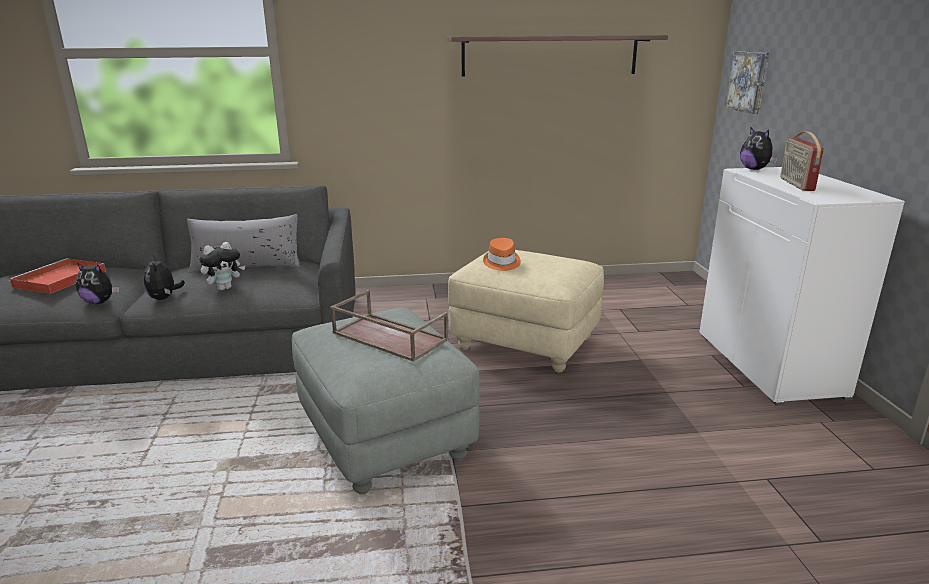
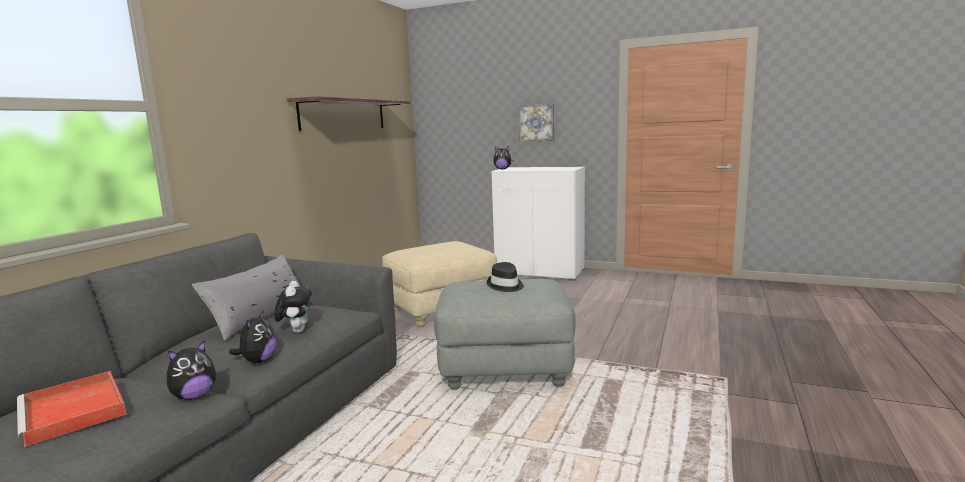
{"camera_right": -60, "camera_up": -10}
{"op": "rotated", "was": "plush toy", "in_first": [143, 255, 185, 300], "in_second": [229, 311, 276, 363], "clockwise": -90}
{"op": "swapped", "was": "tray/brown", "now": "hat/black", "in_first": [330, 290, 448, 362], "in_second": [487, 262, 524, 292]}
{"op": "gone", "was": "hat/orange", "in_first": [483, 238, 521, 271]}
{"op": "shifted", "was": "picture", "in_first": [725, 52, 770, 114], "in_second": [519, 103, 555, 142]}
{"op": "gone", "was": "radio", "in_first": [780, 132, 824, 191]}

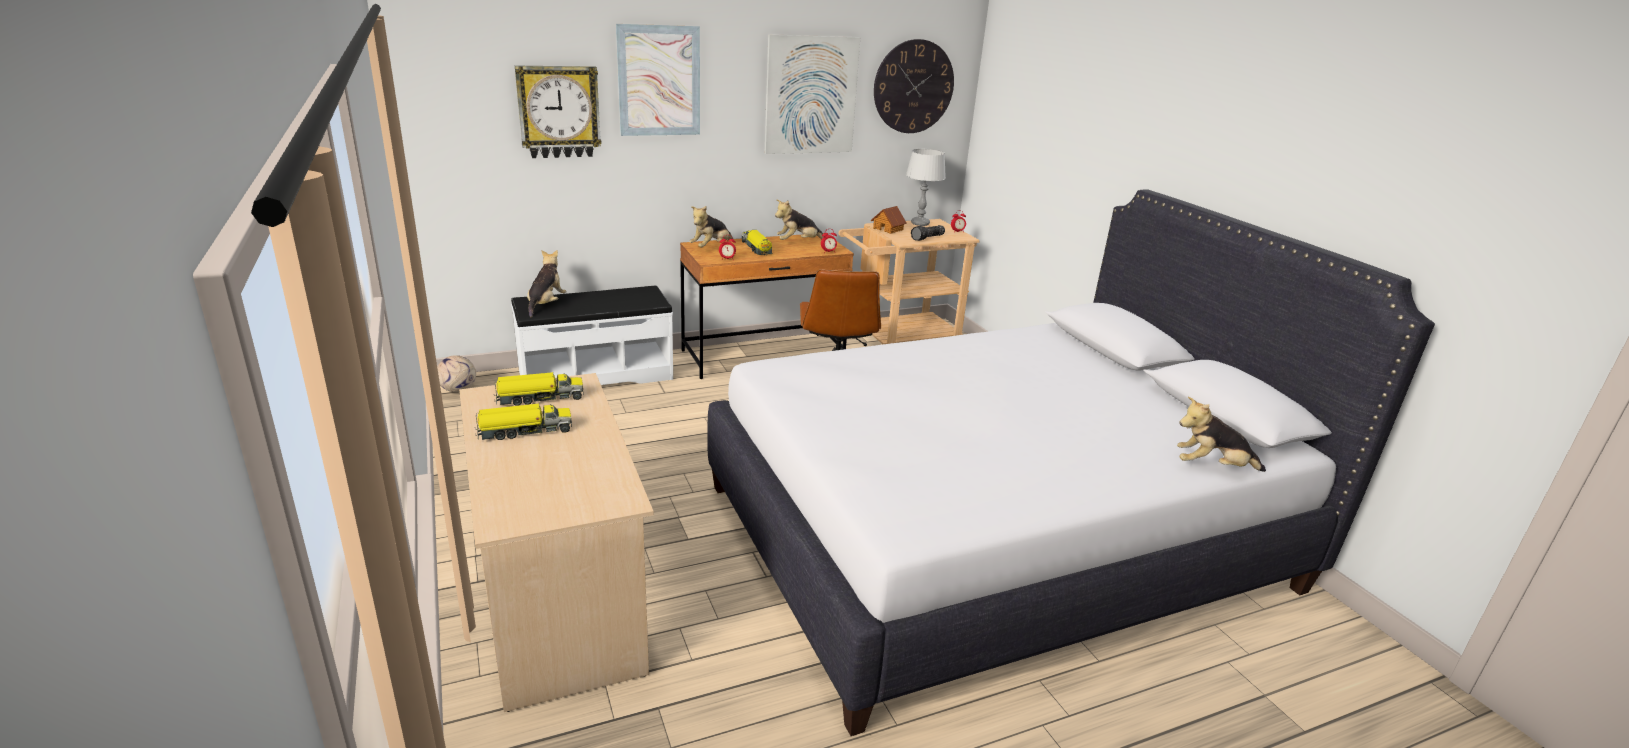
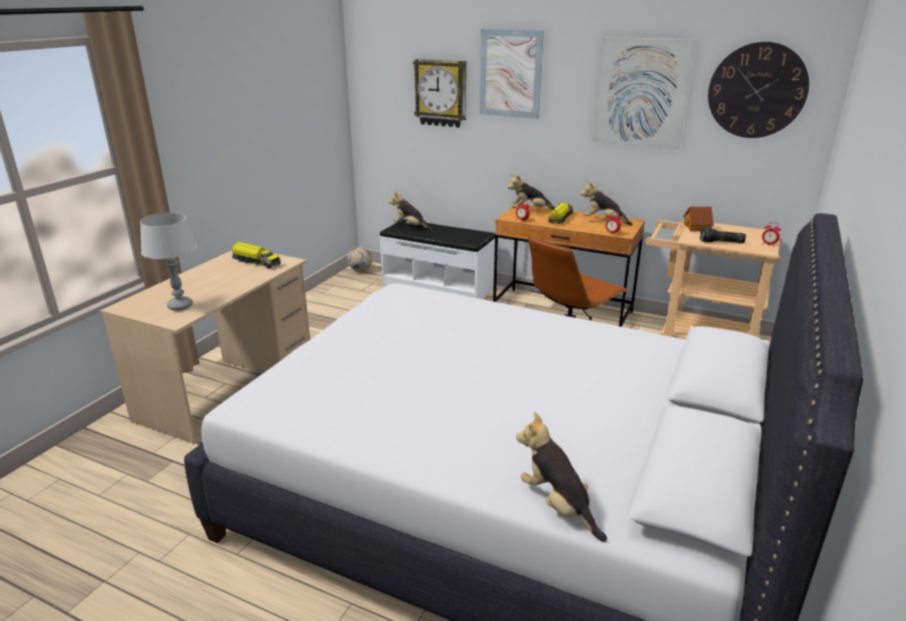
{"camera_right": 50, "camera_up": 0}
{"op": "gone", "was": "toy truck", "in_first": [475, 404, 572, 440]}
{"op": "rotated", "was": "plush toy", "in_first": [527, 250, 566, 317], "in_second": [389, 191, 433, 231], "clockwise": -120}
{"op": "shifted", "was": "table lamp/grey", "in_first": [906, 149, 946, 226], "in_second": [140, 213, 197, 311]}

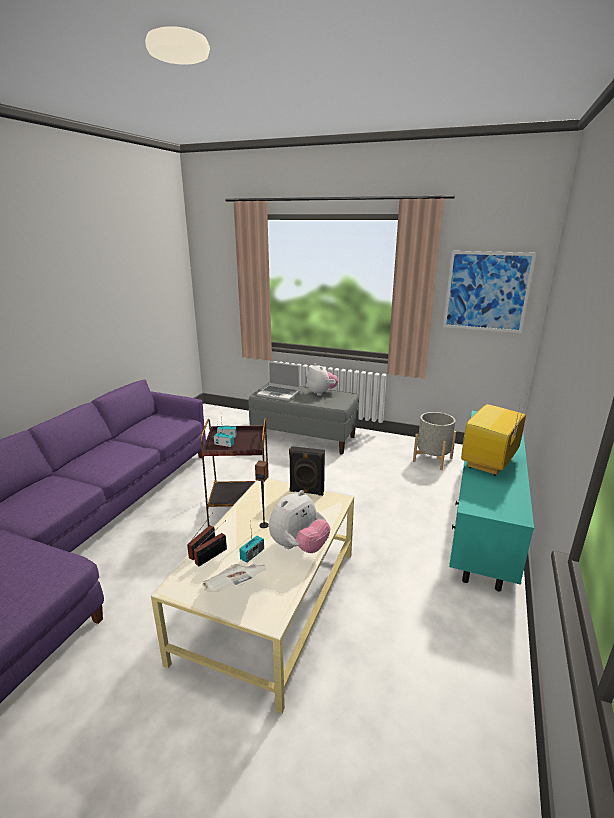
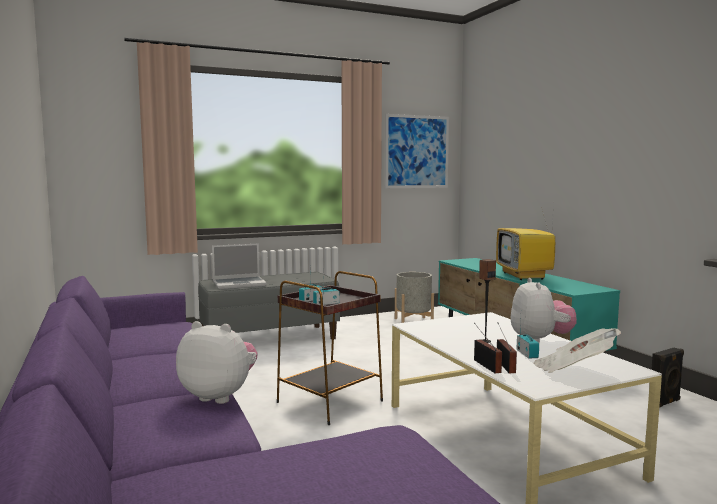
{"camera_right": -45, "camera_up": -15}
{"op": "shifted", "was": "speaker/black", "in_first": [289, 446, 325, 496], "in_second": [651, 348, 684, 408]}
{"op": "shifted", "was": "plush toy", "in_first": [307, 363, 338, 396], "in_second": [176, 321, 258, 404]}

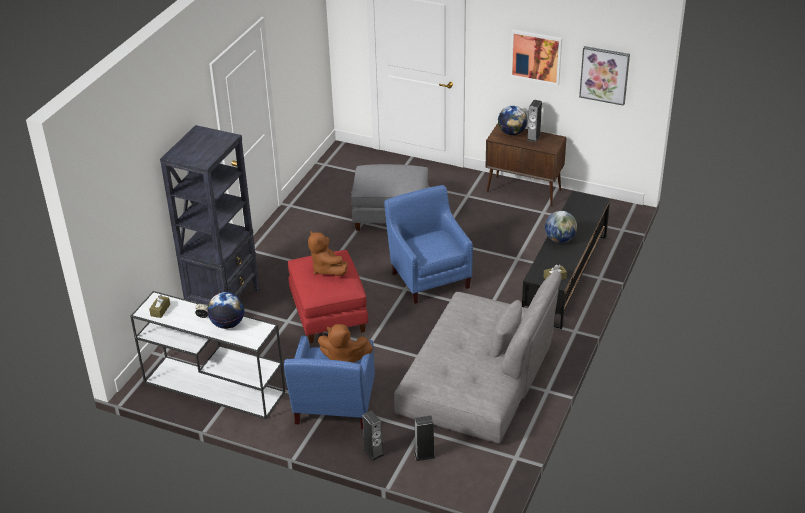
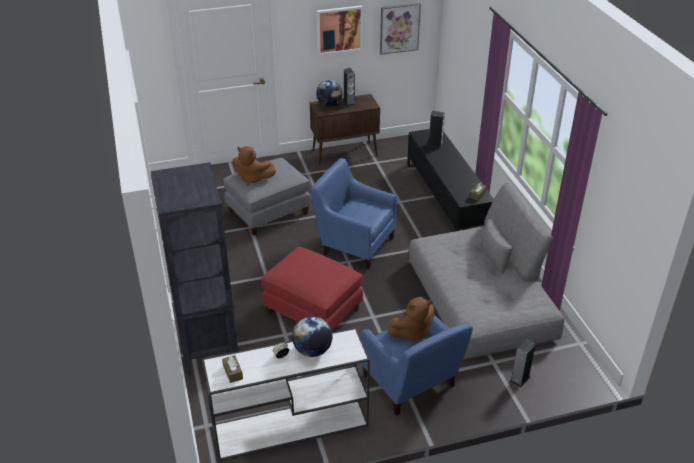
{"camera_right": -40, "camera_up": 0}
{"op": "shifted", "was": "plush toy/brown", "in_first": [308, 231, 348, 276], "in_second": [233, 146, 276, 186]}
{"op": "shifted", "was": "speaker", "in_first": [363, 411, 384, 461], "in_second": [428, 111, 445, 148]}
{"op": "gone", "was": "globe", "in_first": [545, 211, 577, 243]}

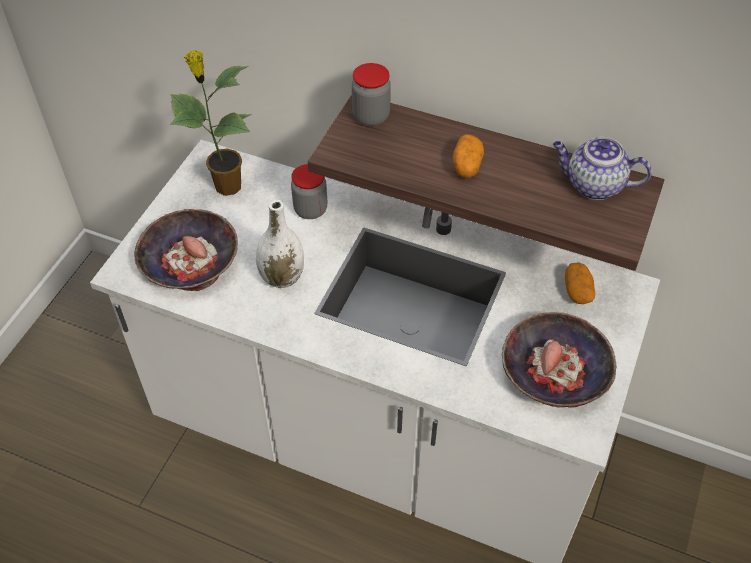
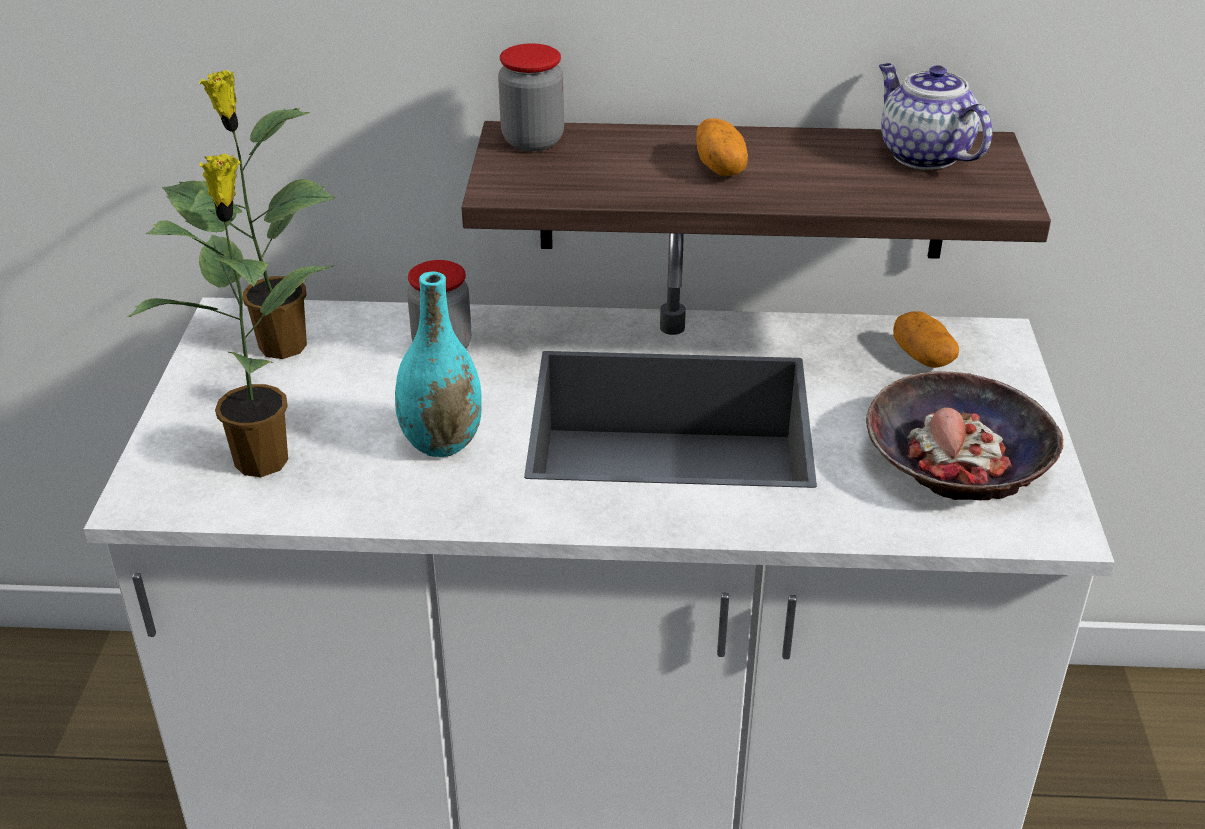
{"camera_right": -20, "camera_up": -15}
{"op": "swapped", "was": "bowl", "now": "potted plant", "in_first": [134, 209, 238, 291], "in_second": [127, 153, 335, 477]}
{"op": "repainted", "was": "vase/white", "now": "vase/turquoise", "in_first": [256, 200, 304, 288], "in_second": [395, 272, 482, 457]}
{"op": "rotated", "was": "teapot", "in_first": [553, 137, 652, 200], "in_second": [879, 63, 993, 170], "clockwise": 60}

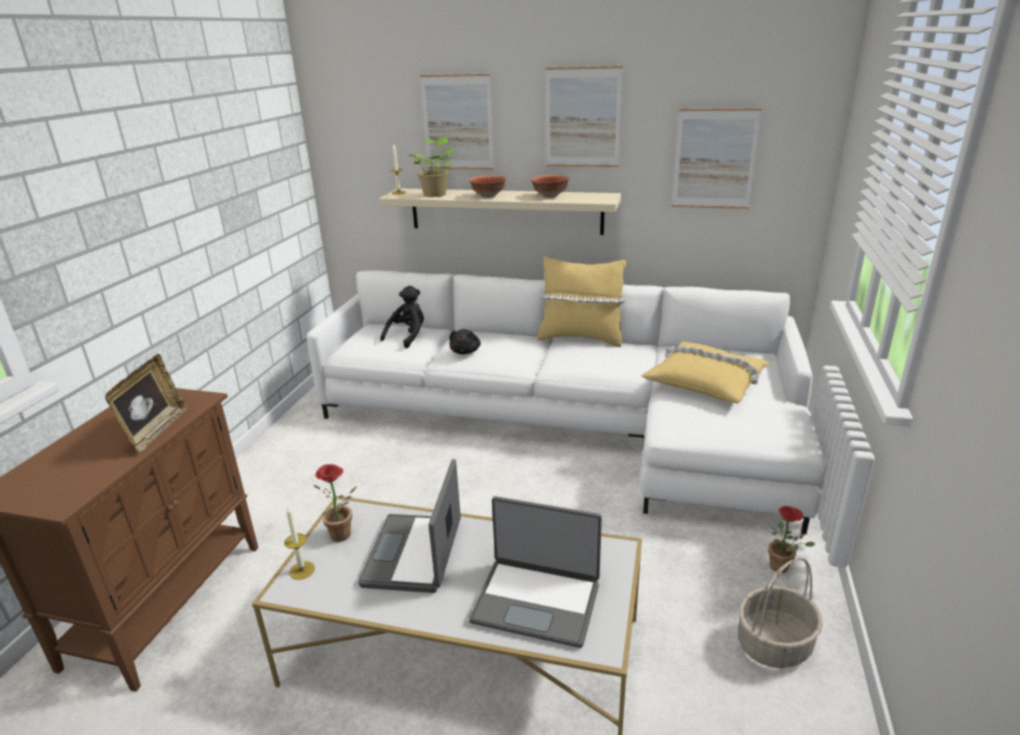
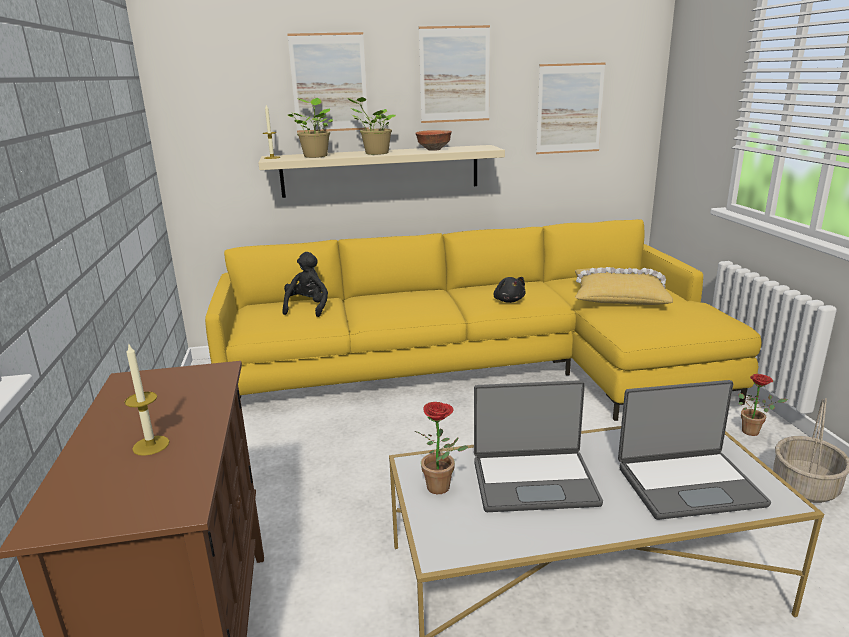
{"camera_right": -25, "camera_up": -5}
{"op": "gone", "was": "picture frame", "in_first": [105, 354, 189, 453]}
{"op": "shifted", "was": "candle", "in_first": [284, 505, 315, 580], "in_second": [124, 345, 170, 456]}
{"op": "repainted", "was": "sofa/white", "now": "sofa/yellow", "in_first": [307, 270, 826, 535], "in_second": [205, 219, 762, 421]}
{"op": "rotated", "was": "laptop", "in_first": [358, 459, 461, 593], "in_second": [474, 380, 603, 512], "clockwise": -75}
{"op": "shifted", "was": "plush toy/black", "in_first": [449, 329, 481, 354], "in_second": [494, 277, 526, 303]}
{"op": "swapped", "was": "bowl", "now": "potted plant", "in_first": [469, 175, 506, 198], "in_second": [347, 97, 396, 155]}
{"op": "gone", "was": "pillow/yellow", "in_first": [537, 256, 626, 347]}

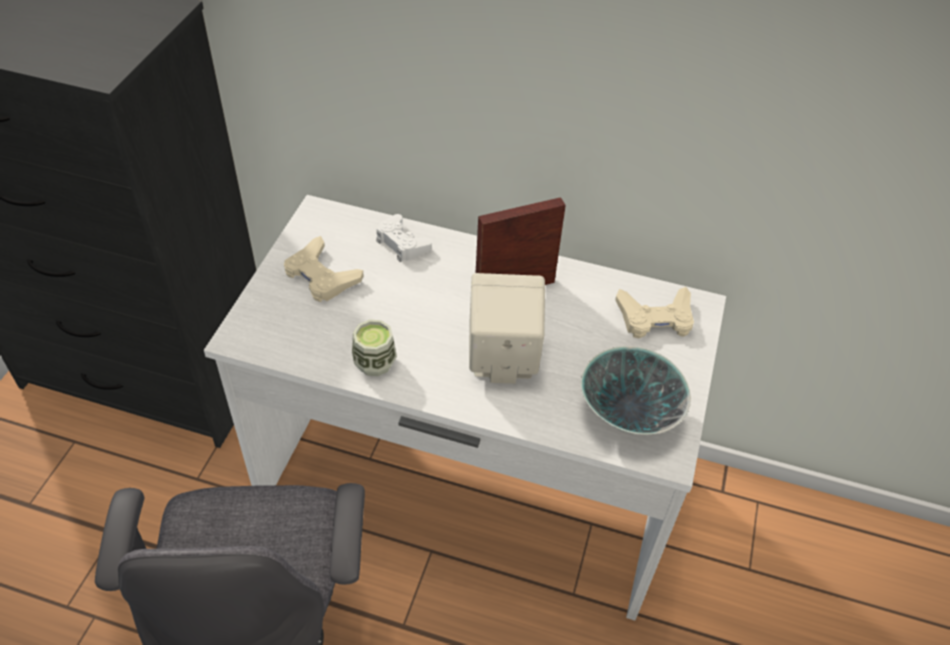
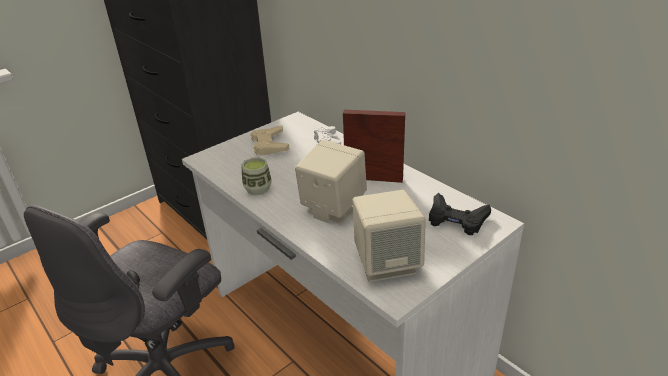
{"camera_right": 35, "camera_up": -15}
{"op": "swapped", "was": "bowl", "now": "speaker/beige", "in_first": [581, 346, 691, 435], "in_second": [353, 190, 426, 282]}
{"op": "repainted", "was": "game controller/beige", "now": "game controller/black", "in_first": [615, 287, 694, 339], "in_second": [429, 193, 491, 235]}

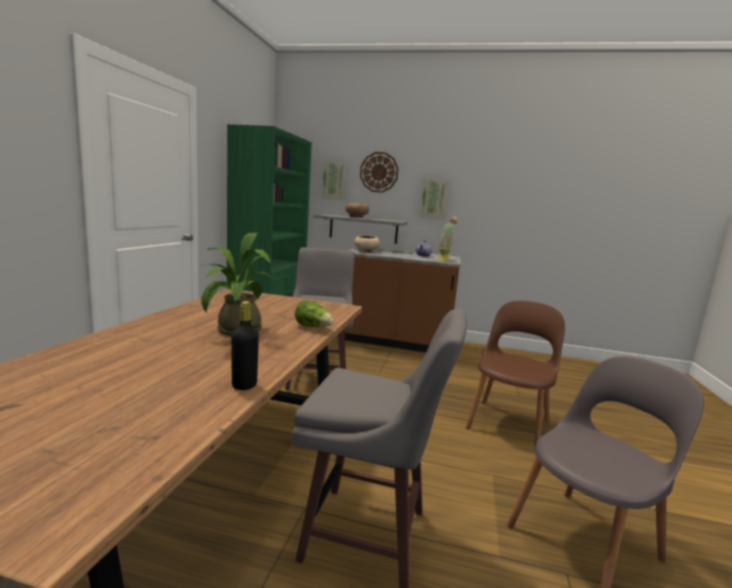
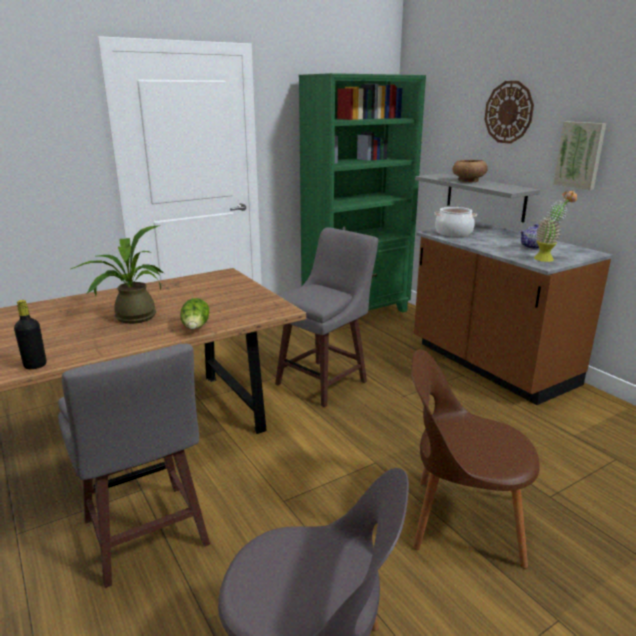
{"camera_right": 45, "camera_up": 10}
{"op": "gone", "was": "picture", "in_first": [321, 161, 347, 200]}
{"op": "swapped", "was": "bowl/beige", "now": "cooking pot", "in_first": [354, 236, 380, 253], "in_second": [434, 207, 477, 237]}
{"op": "rotated", "was": "chair/brown", "in_first": [466, 301, 565, 451], "in_second": [411, 349, 540, 569], "clockwise": -150}

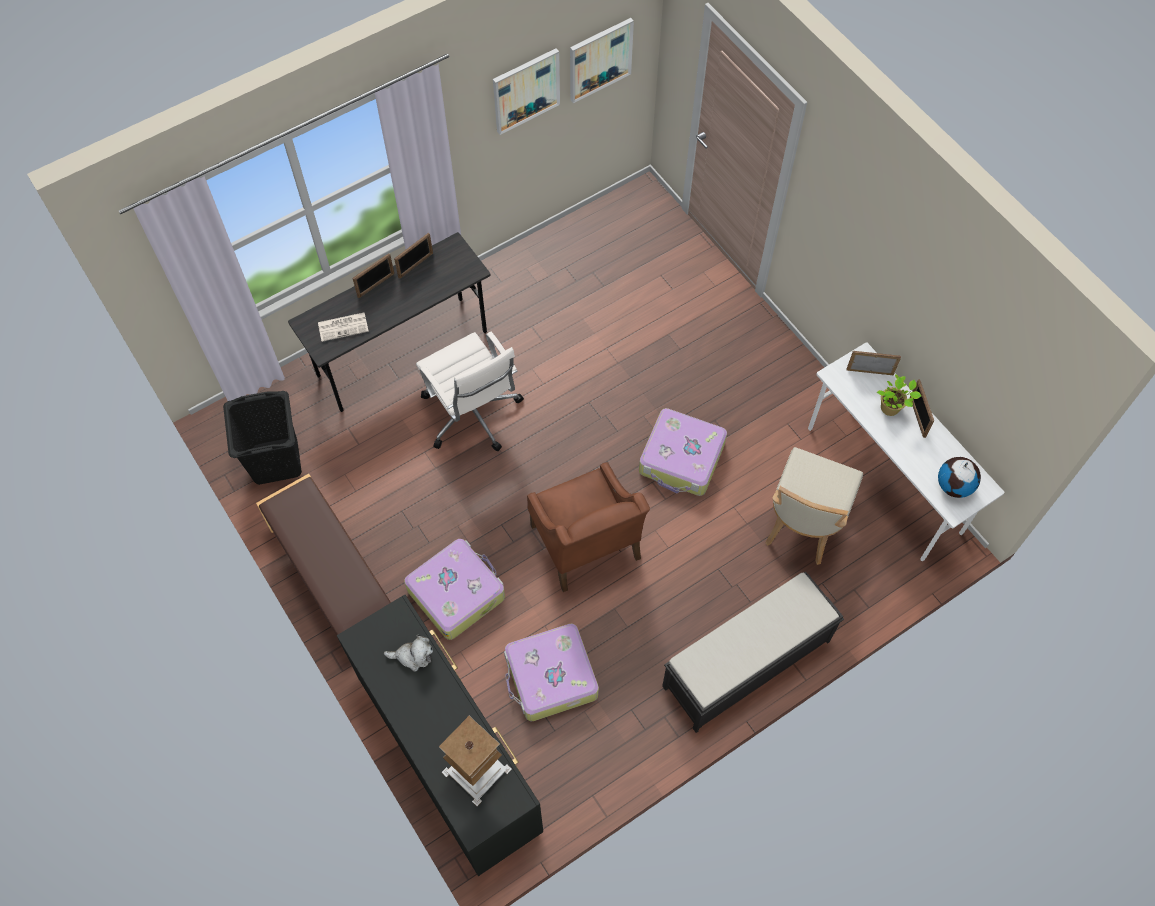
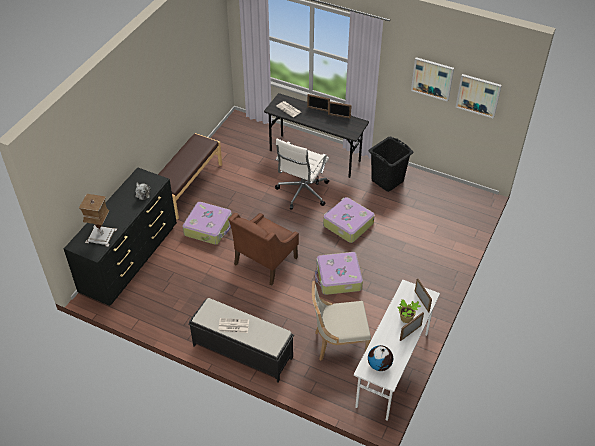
{"camera_right": 60, "camera_up": -15}
{"op": "shifted", "was": "laundry basket/black", "in_first": [223, 391, 302, 485], "in_second": [369, 137, 413, 192]}
{"op": "shifted", "was": "suitcase", "in_first": [504, 623, 599, 721], "in_second": [323, 197, 375, 243]}
{"op": "new", "now": "newspaper", "in_second": [218, 318, 249, 333]}

